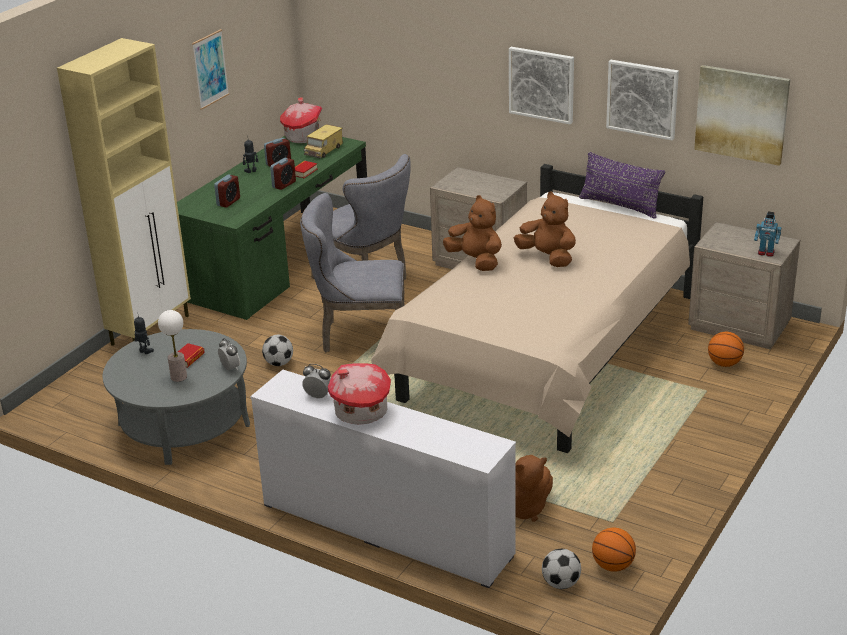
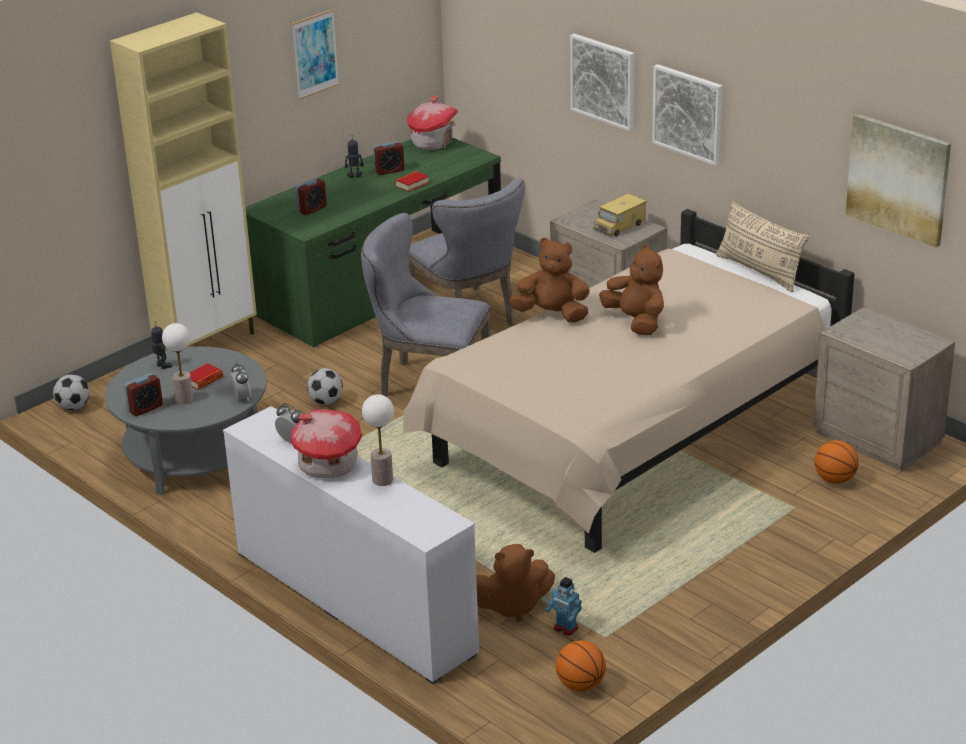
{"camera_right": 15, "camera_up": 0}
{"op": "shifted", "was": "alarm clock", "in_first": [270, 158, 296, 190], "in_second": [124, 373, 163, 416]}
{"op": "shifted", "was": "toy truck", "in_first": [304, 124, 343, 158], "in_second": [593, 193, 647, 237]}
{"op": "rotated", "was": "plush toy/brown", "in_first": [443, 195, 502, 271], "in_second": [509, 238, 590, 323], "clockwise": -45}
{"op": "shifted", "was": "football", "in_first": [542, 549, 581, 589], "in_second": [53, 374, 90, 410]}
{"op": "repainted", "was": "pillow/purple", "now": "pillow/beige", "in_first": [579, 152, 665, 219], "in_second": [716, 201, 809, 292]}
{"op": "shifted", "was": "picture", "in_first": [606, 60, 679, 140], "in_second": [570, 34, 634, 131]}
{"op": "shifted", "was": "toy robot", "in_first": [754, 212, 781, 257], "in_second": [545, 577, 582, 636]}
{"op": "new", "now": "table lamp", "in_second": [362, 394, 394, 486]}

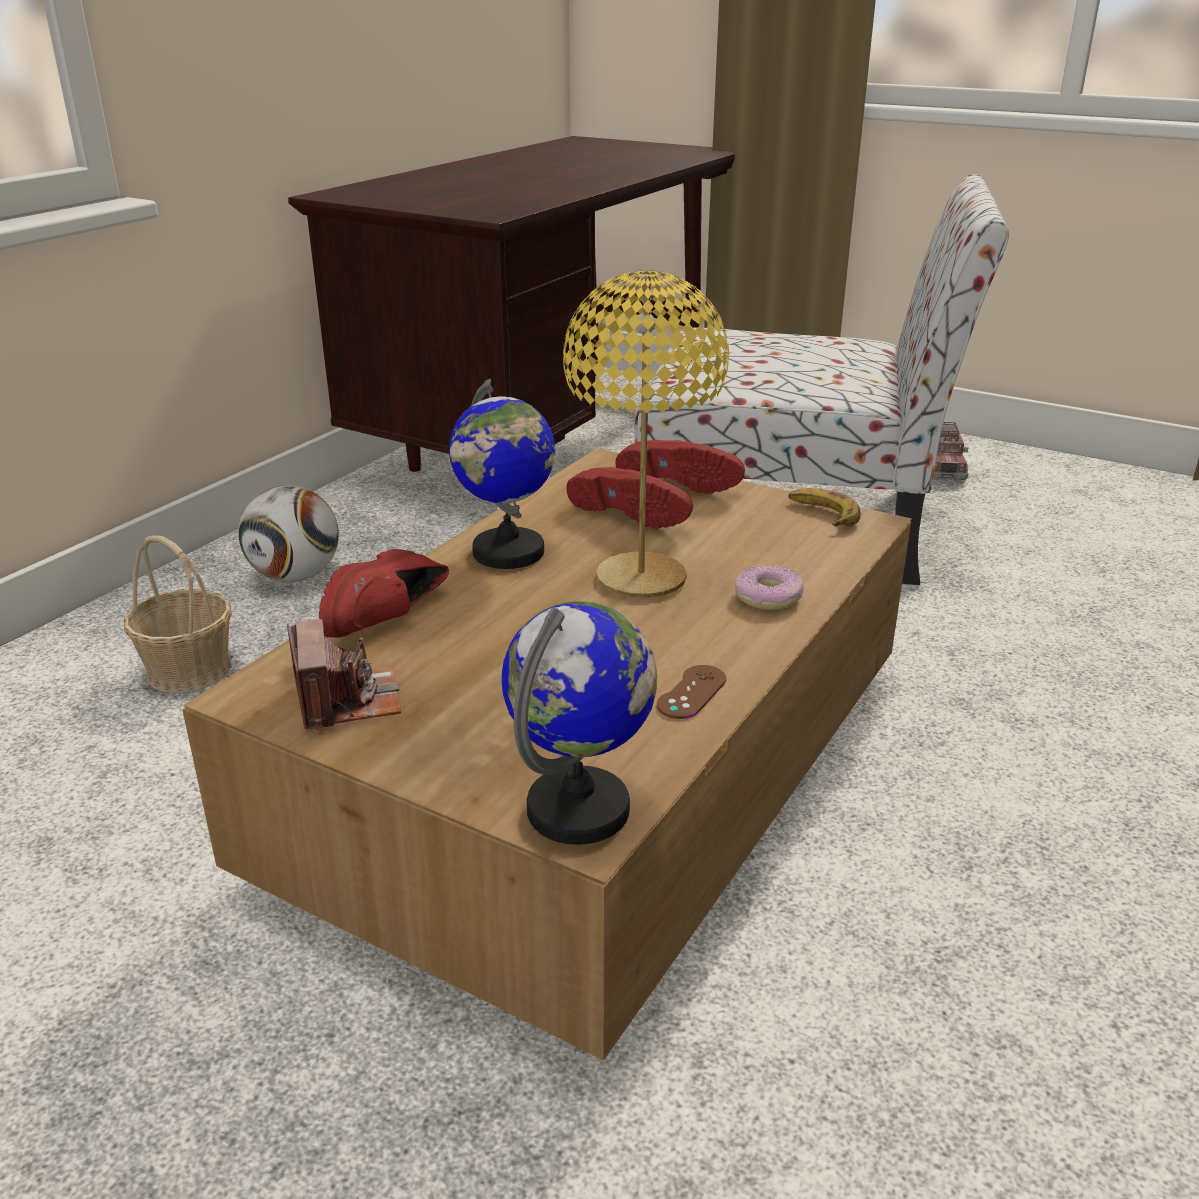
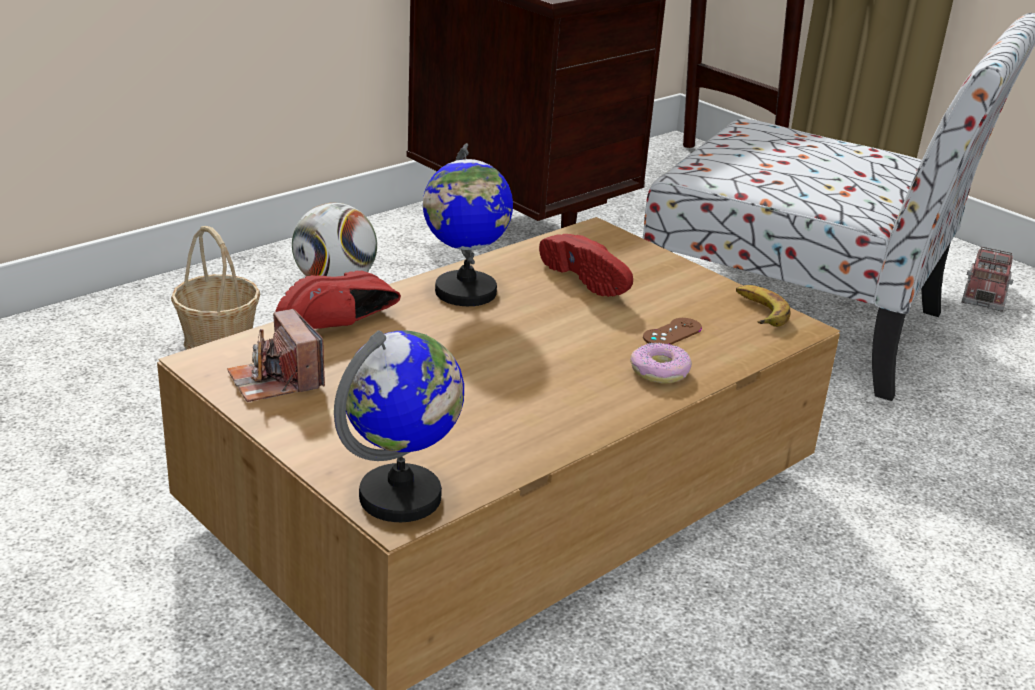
{"camera_right": 15, "camera_up": 0}
{"op": "rotated", "was": "photo camera", "in_first": [287, 619, 401, 731], "in_second": [227, 309, 325, 402], "clockwise": 150}
{"op": "gone", "was": "table lamp/yellow", "in_first": [563, 270, 729, 598]}
{"op": "gone", "was": "shoe/red", "in_first": [615, 440, 745, 494]}
{"op": "shifted", "was": "game controller/brown", "in_first": [657, 665, 726, 719], "in_second": [643, 318, 702, 344]}

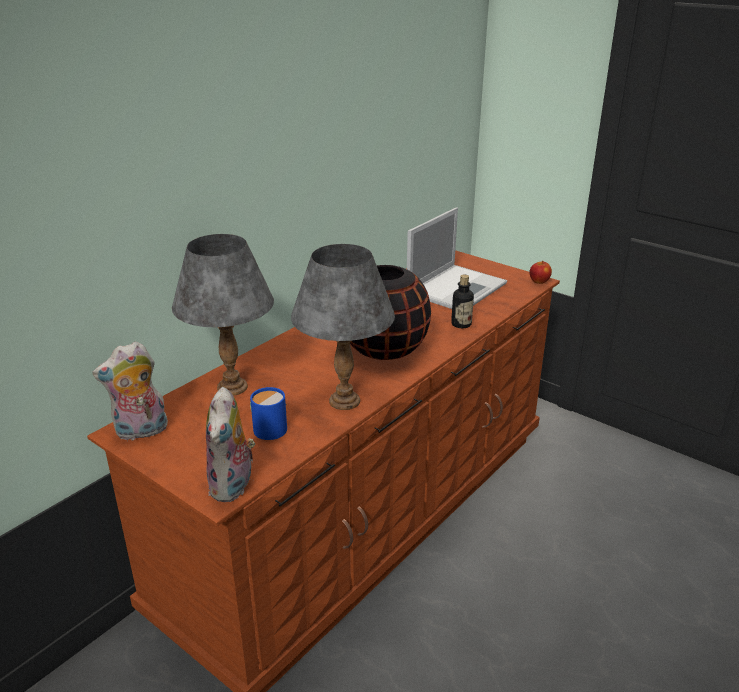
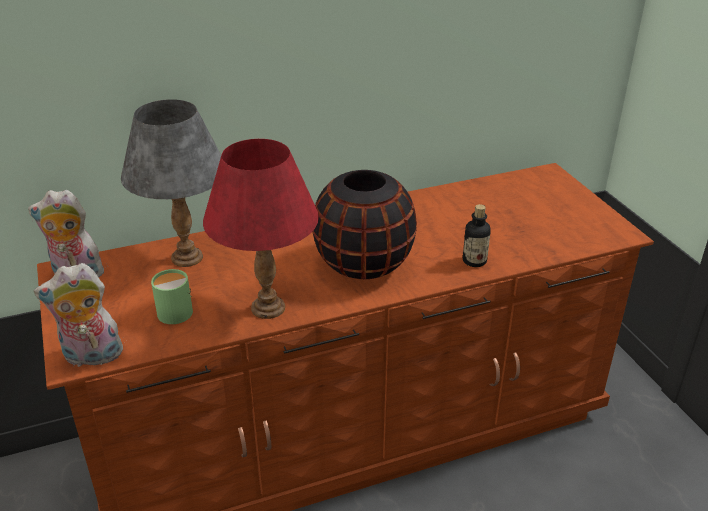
{"camera_right": 30, "camera_up": 5}
{"op": "rotated", "was": "plush toy", "in_first": [206, 387, 255, 502], "in_second": [34, 263, 123, 367], "clockwise": 45}
{"op": "repainted", "was": "mug/blue", "now": "mug/green", "in_first": [250, 387, 287, 440], "in_second": [151, 269, 193, 324]}
{"op": "repainted", "was": "table lamp/grey", "now": "table lamp/red", "in_first": [291, 244, 395, 410], "in_second": [203, 139, 319, 319]}
{"op": "gone", "was": "laptop", "in_first": [407, 208, 507, 309]}
{"op": "gone", "was": "apple", "in_first": [529, 261, 552, 284]}

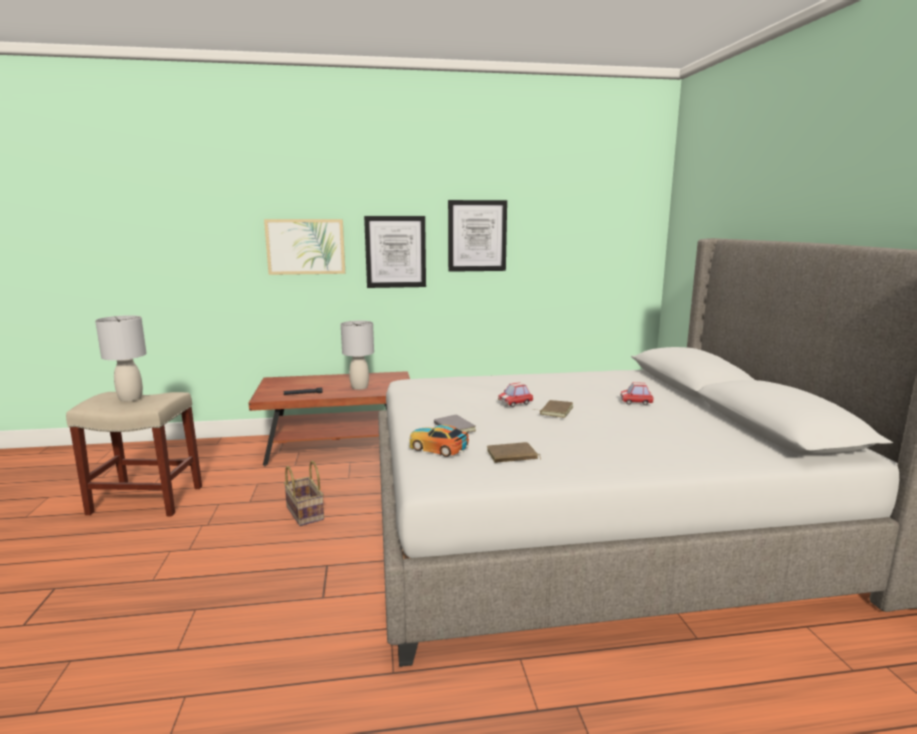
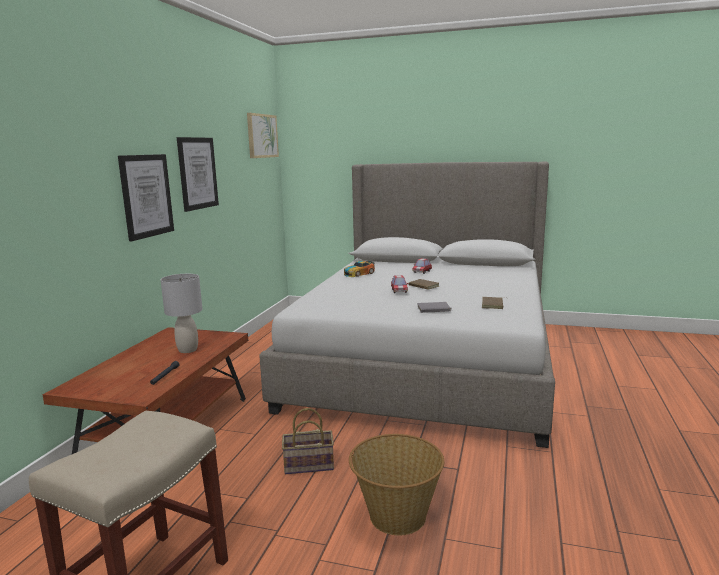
{"camera_right": -65, "camera_up": 0}
{"op": "gone", "was": "table lamp/grey", "in_first": [95, 315, 147, 402]}
{"op": "shifted", "was": "picture", "in_first": [264, 219, 345, 275], "in_second": [247, 113, 279, 158]}
{"op": "shifted", "was": "toy car", "in_first": [409, 425, 469, 457], "in_second": [344, 261, 375, 277]}
{"op": "new", "now": "basket", "in_second": [349, 434, 444, 536]}

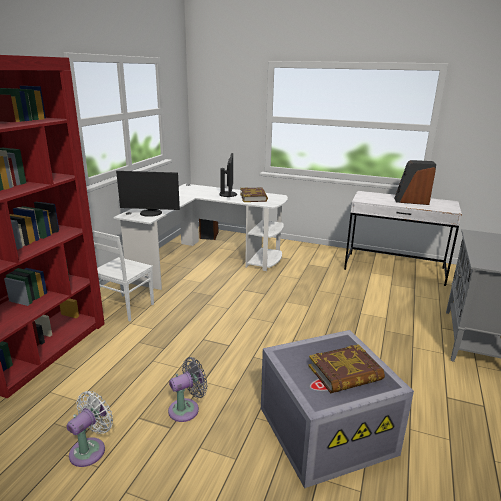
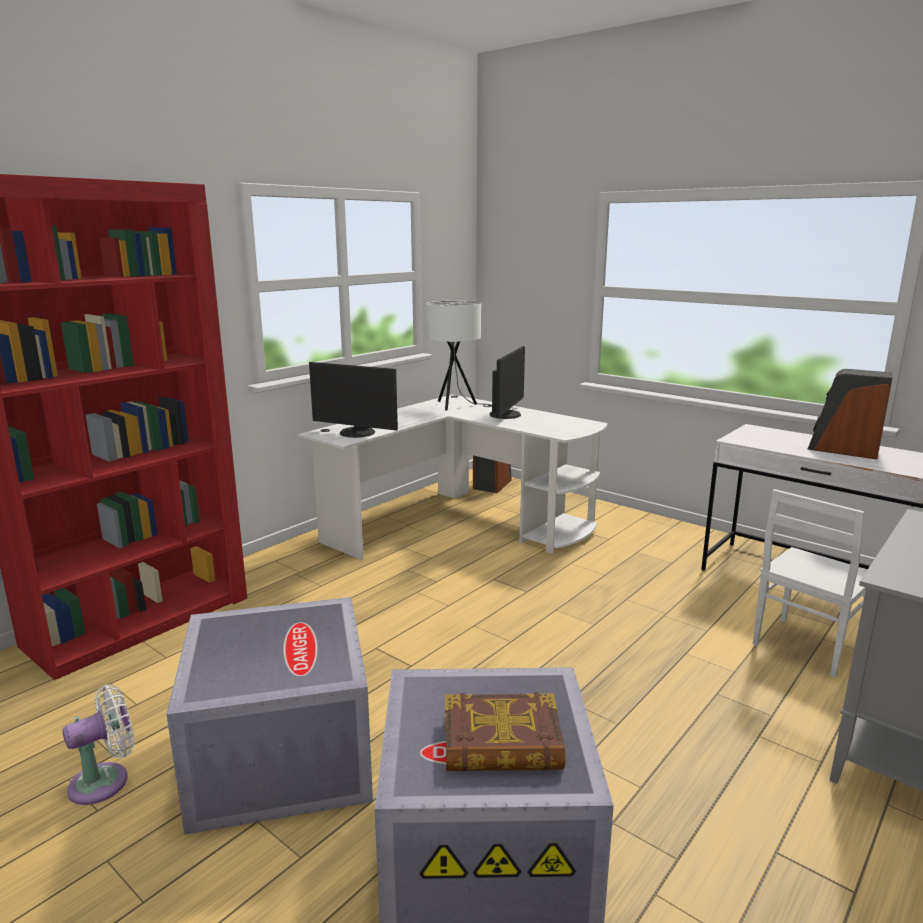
{"camera_right": 20, "camera_up": -5}
{"op": "shifted", "was": "chair/white", "in_first": [92, 230, 154, 321], "in_second": [753, 489, 867, 677]}
{"op": "swapped", "was": "fan/grey", "now": "storage box/grey", "in_first": [168, 357, 207, 422], "in_second": [166, 597, 373, 835]}
{"op": "gone", "was": "book", "in_first": [240, 188, 268, 202]}
{"op": "new", "now": "table lamp/white", "in_second": [426, 301, 492, 411]}

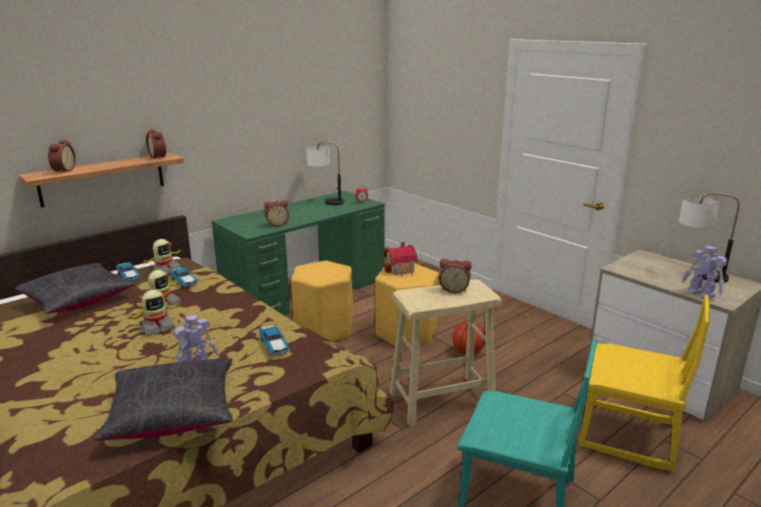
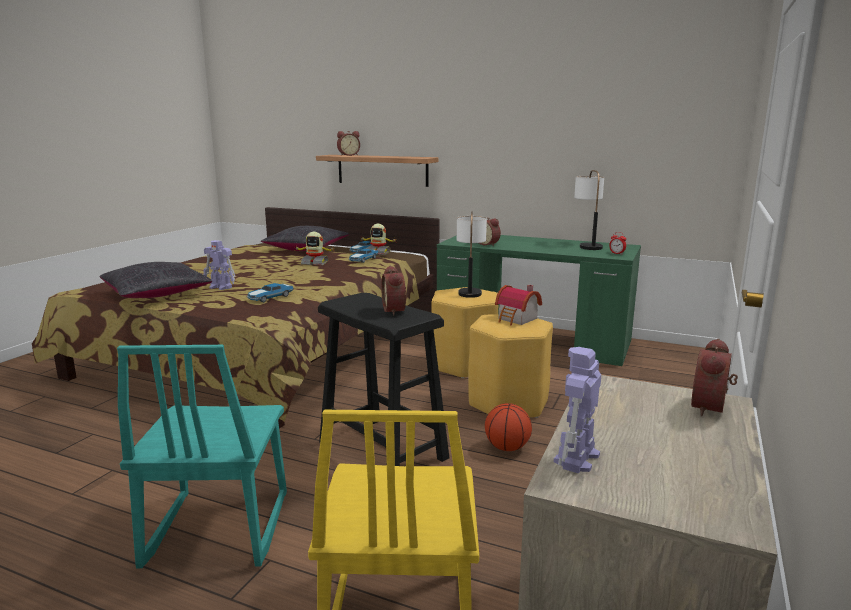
{"camera_right": 65, "camera_up": -5}
{"op": "gone", "was": "toy robot", "in_first": [128, 290, 182, 336]}
{"op": "shifted", "was": "alarm clock", "in_first": [146, 129, 166, 160], "in_second": [691, 338, 738, 416]}
{"op": "repainted", "was": "stool/beige", "now": "stool/black", "in_first": [389, 279, 502, 427], "in_second": [318, 293, 449, 466]}
{"op": "shifted", "was": "table lamp", "in_first": [679, 193, 740, 283], "in_second": [457, 211, 487, 298]}

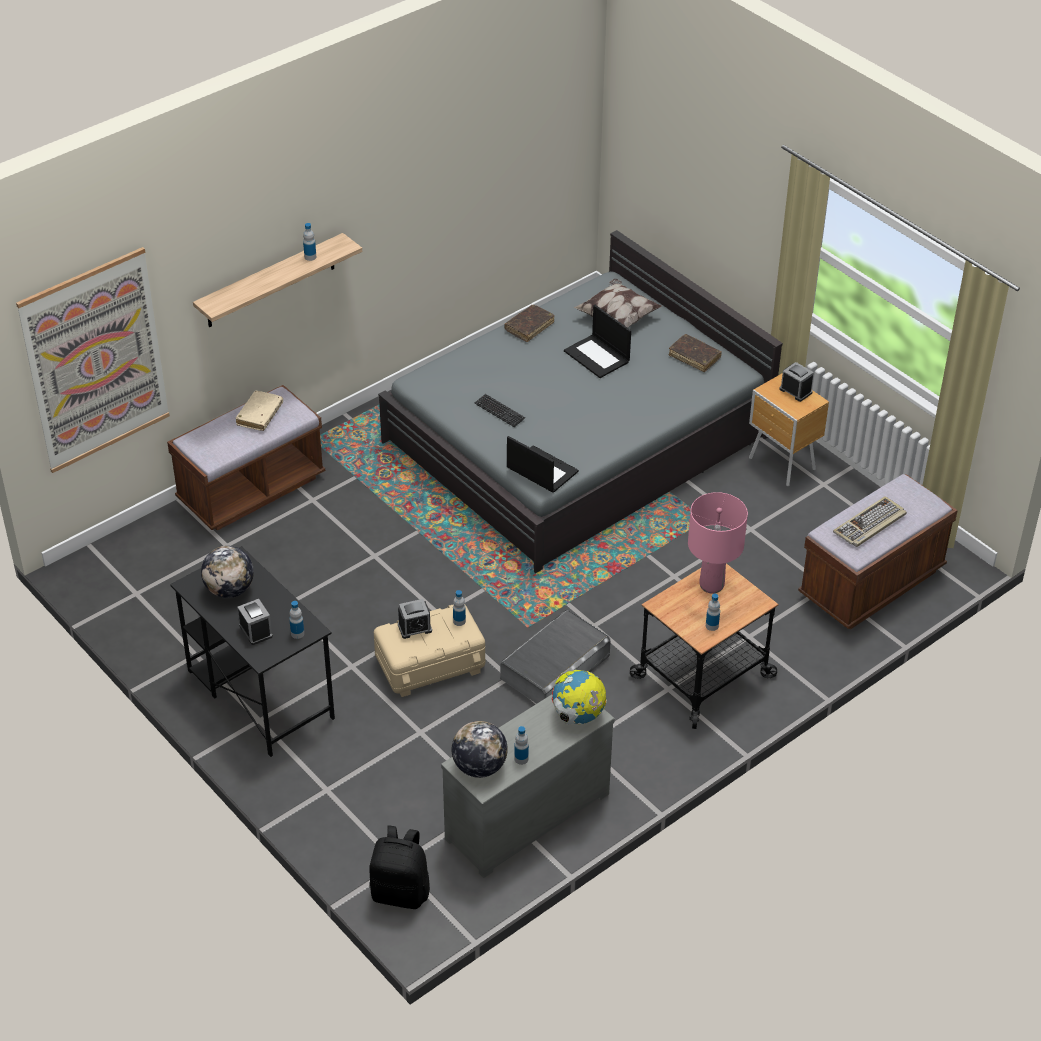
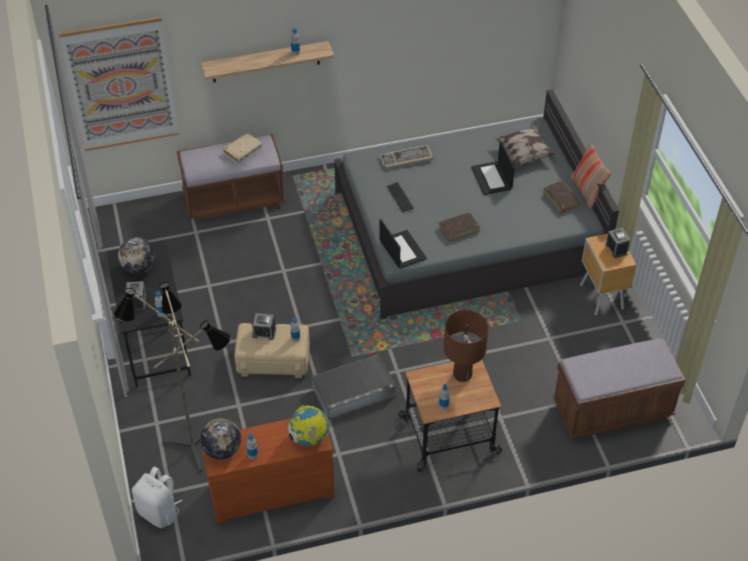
{"camera_right": 25, "camera_up": 5}
{"op": "repainted", "was": "backpack/black", "now": "backpack/white", "in_first": [369, 825, 430, 909], "in_second": [132, 467, 183, 528]}
{"op": "repainted", "was": "dresser/grey", "now": "dresser/brown", "in_first": [441, 694, 615, 878], "in_second": [202, 418, 334, 524]}
{"op": "shifted", "was": "book/brown", "in_first": [504, 305, 555, 342], "in_second": [439, 212, 480, 242]}
{"op": "repainted", "was": "table lamp/pink", "now": "table lamp/brown", "in_first": [688, 492, 748, 594], "in_second": [444, 310, 489, 382]}
{"op": "shifted", "was": "keyboard", "in_first": [833, 496, 907, 547], "in_second": [379, 145, 433, 169]}
{"op": "new", "now": "floor lamp", "in_second": [114, 282, 231, 472]}
{"op": "new", "now": "pillow", "in_second": [571, 142, 611, 210]}

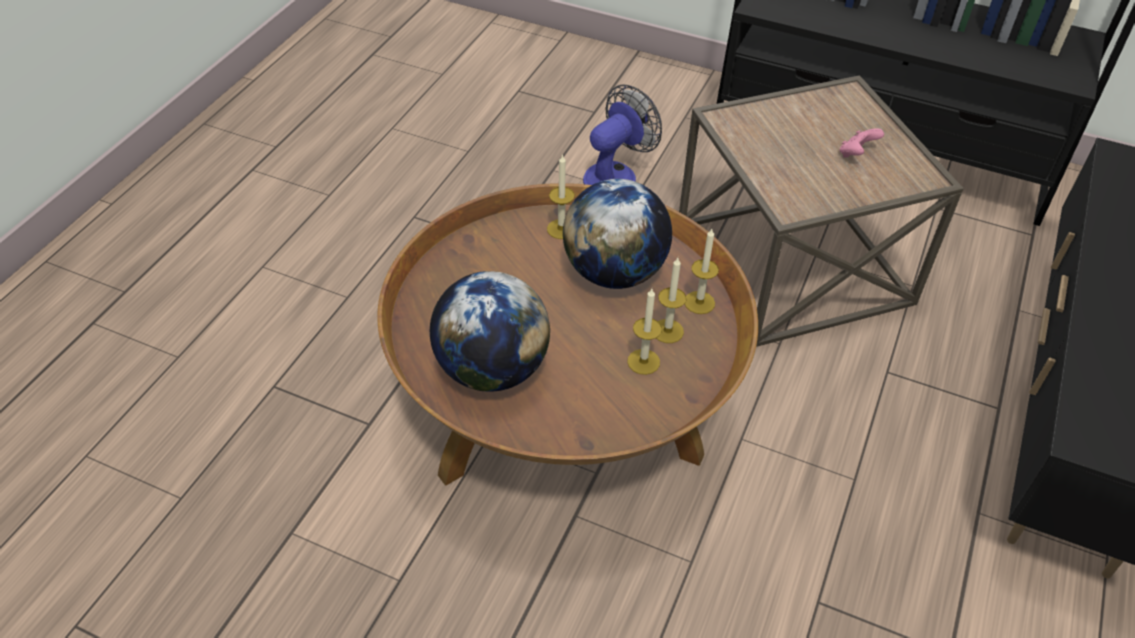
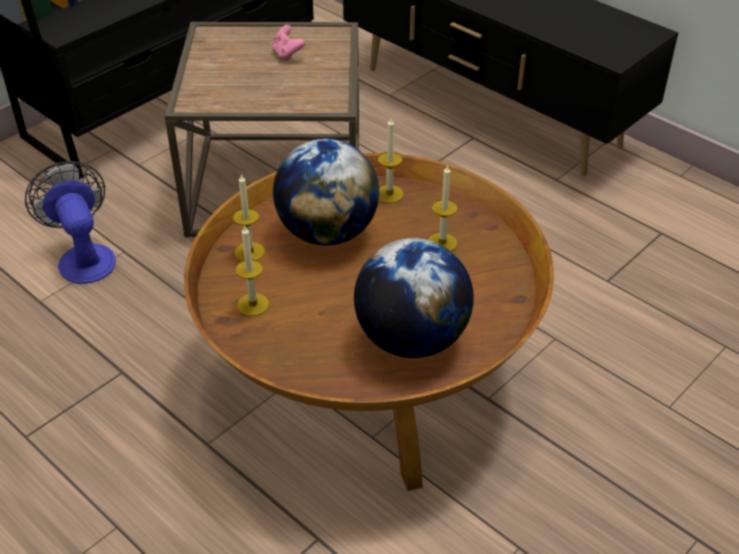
{"camera_right": -70, "camera_up": -5}
{"op": "shifted", "was": "candle", "in_first": [656, 258, 686, 343], "in_second": [235, 225, 269, 316]}

